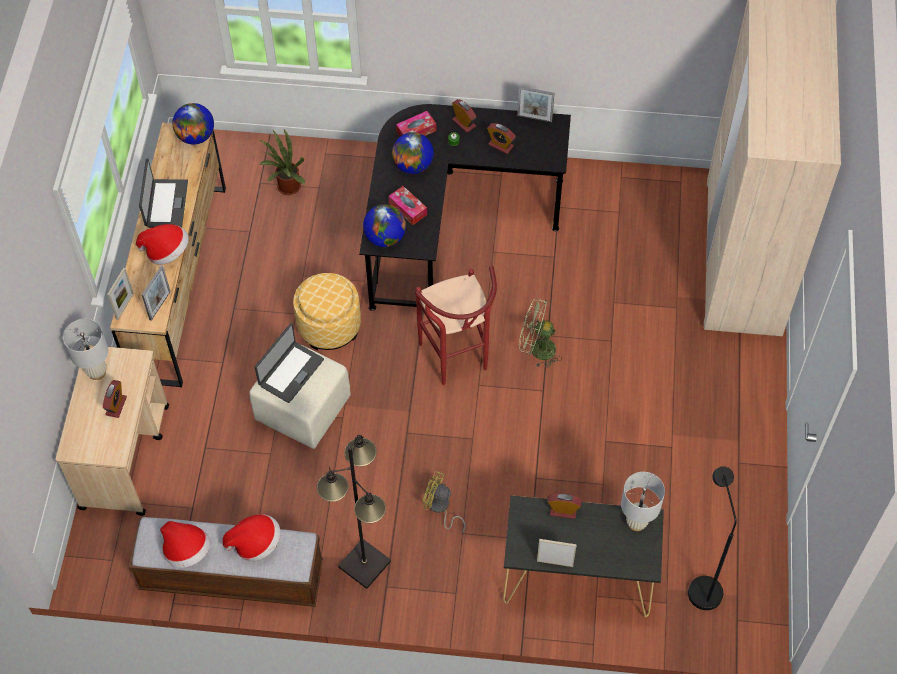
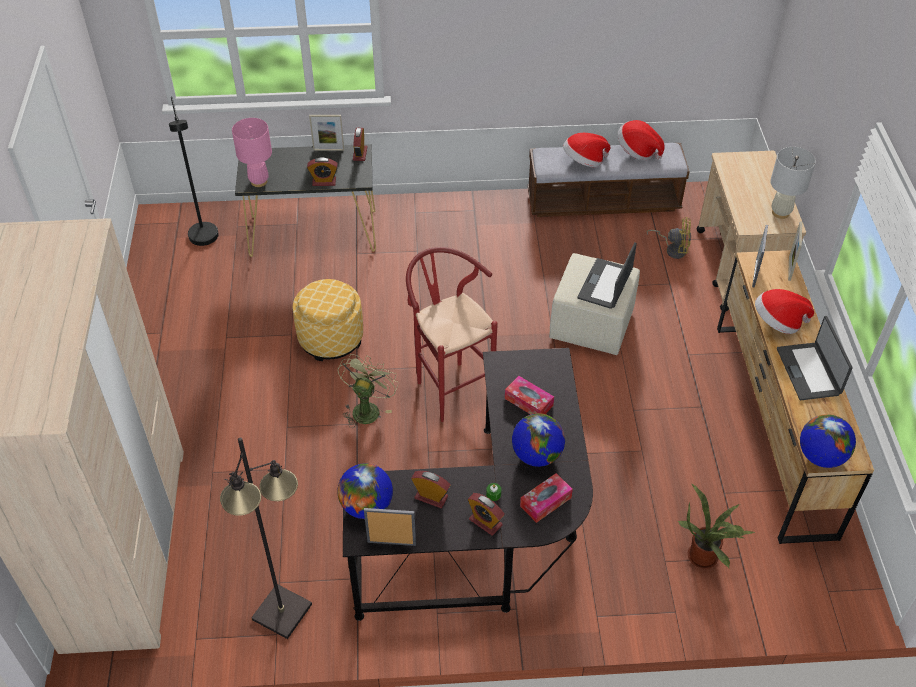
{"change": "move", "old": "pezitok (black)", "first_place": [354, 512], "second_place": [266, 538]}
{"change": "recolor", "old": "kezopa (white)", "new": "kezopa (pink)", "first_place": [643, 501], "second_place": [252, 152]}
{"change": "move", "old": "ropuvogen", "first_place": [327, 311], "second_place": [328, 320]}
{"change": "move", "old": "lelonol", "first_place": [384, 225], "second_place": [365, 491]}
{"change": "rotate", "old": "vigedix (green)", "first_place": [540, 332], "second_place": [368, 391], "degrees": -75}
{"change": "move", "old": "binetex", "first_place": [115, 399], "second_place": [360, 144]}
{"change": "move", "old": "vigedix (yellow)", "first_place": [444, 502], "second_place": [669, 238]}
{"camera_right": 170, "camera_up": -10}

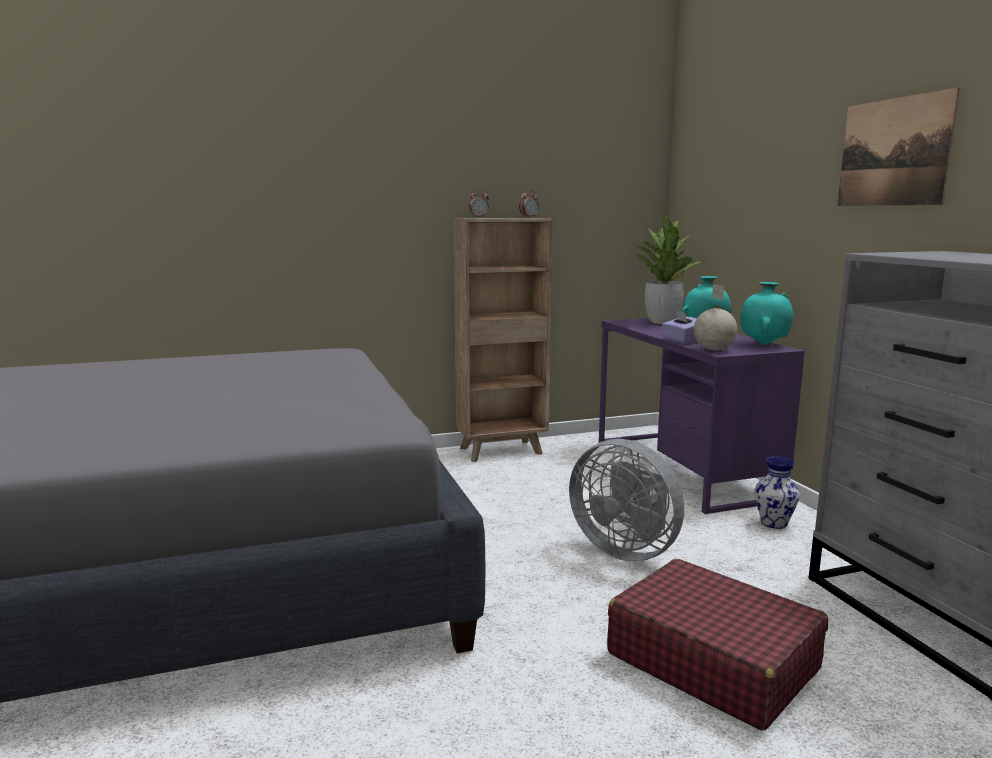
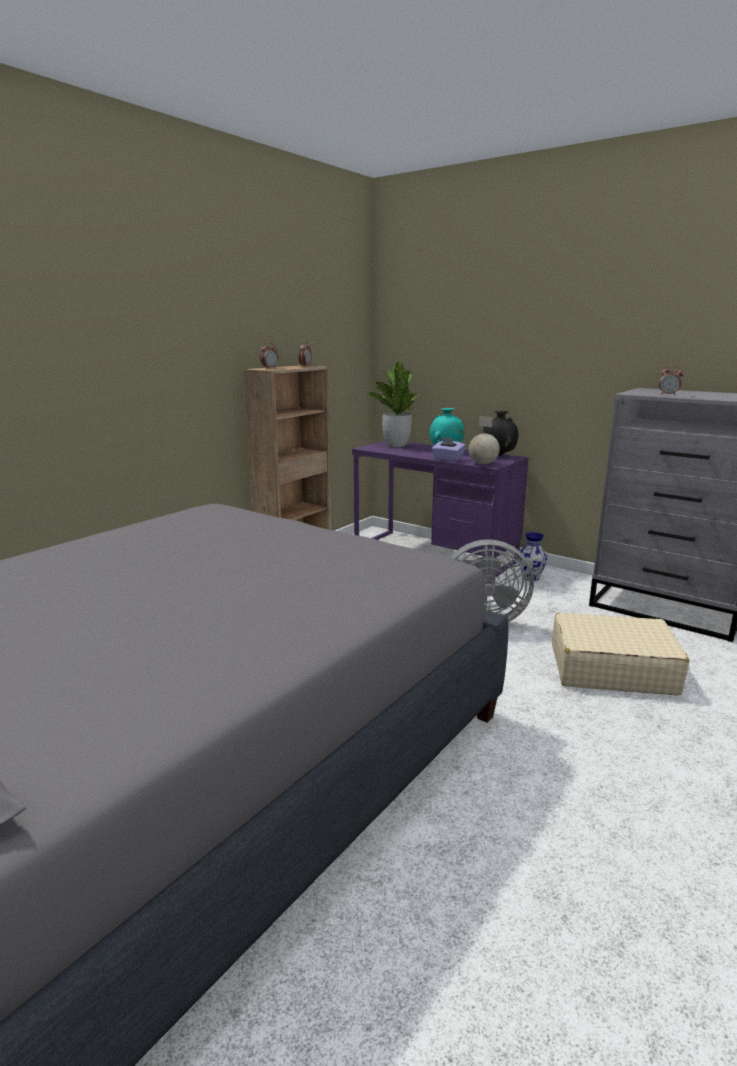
{"change": "recolor", "old": "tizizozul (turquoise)", "new": "tizizozul (black)", "first_place": [766, 313], "second_place": [500, 433]}
{"change": "recolor", "old": "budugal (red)", "new": "budugal (beige)", "first_place": [717, 644], "second_place": [620, 654]}
{"change": "insert", "new": "binetex", "second_place": [671, 381]}
{"change": "delete", "old": "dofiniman", "first_place": [899, 146]}
{"camera_right": -35, "camera_up": 5}

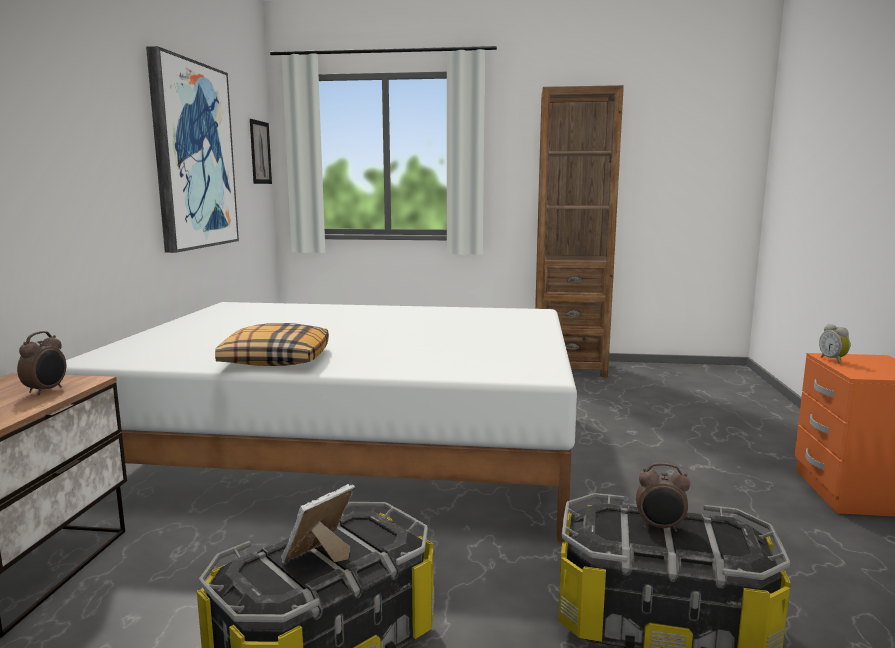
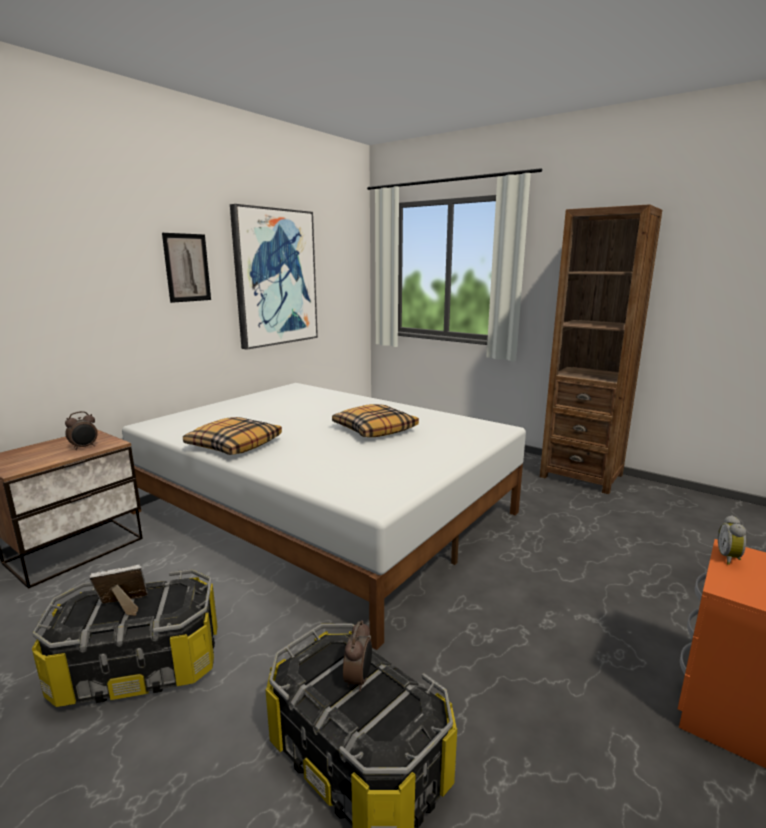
{"change": "move", "old": "dofiniman", "first_place": [261, 151], "second_place": [186, 268]}
{"change": "insert", "new": "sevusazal", "second_place": [375, 420]}
{"change": "rotate", "old": "binetex", "first_place": [663, 497], "second_place": [357, 655], "degrees": -120}
{"camera_right": 30, "camera_up": 5}

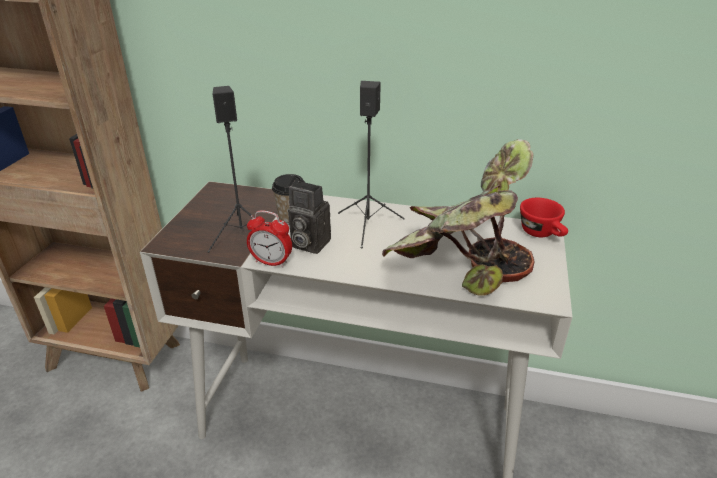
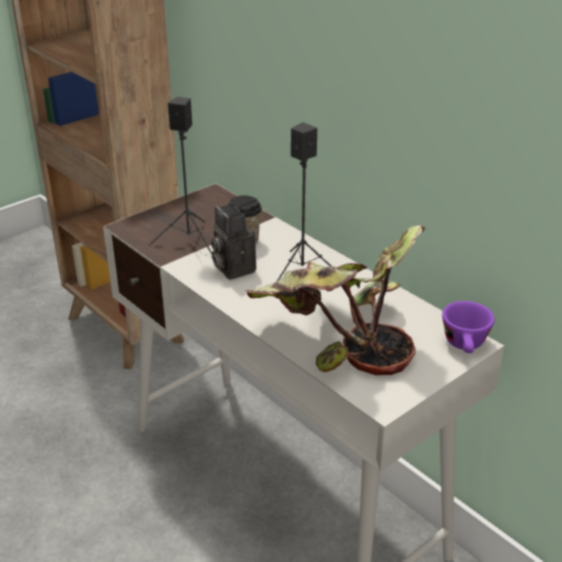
{"change": "recolor", "old": "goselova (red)", "new": "goselova (purple)", "first_place": [544, 217], "second_place": [468, 327]}
{"change": "delete", "old": "binetex", "first_place": [269, 239]}
{"camera_right": 35, "camera_up": 0}

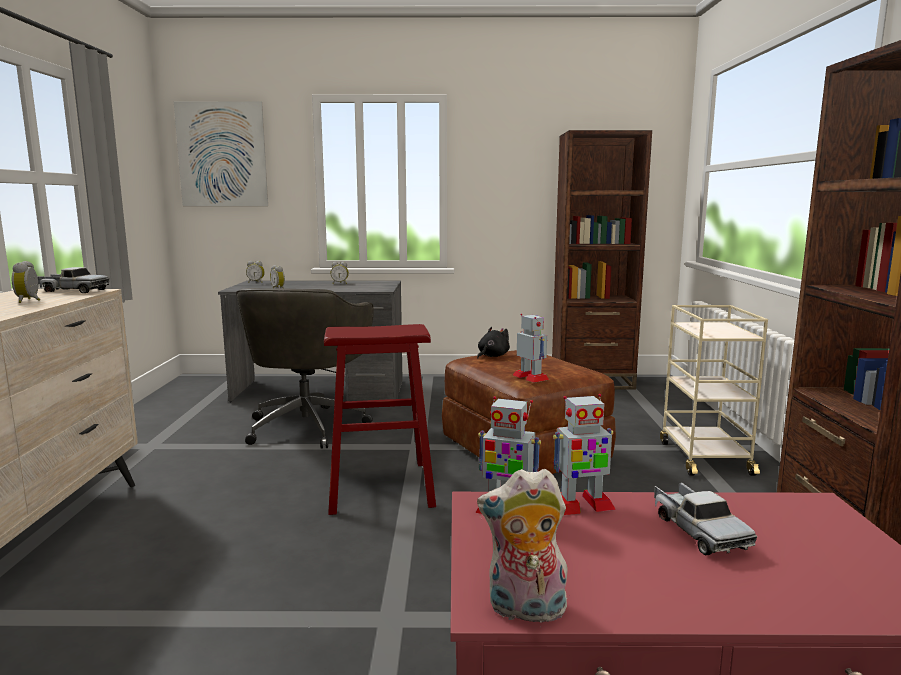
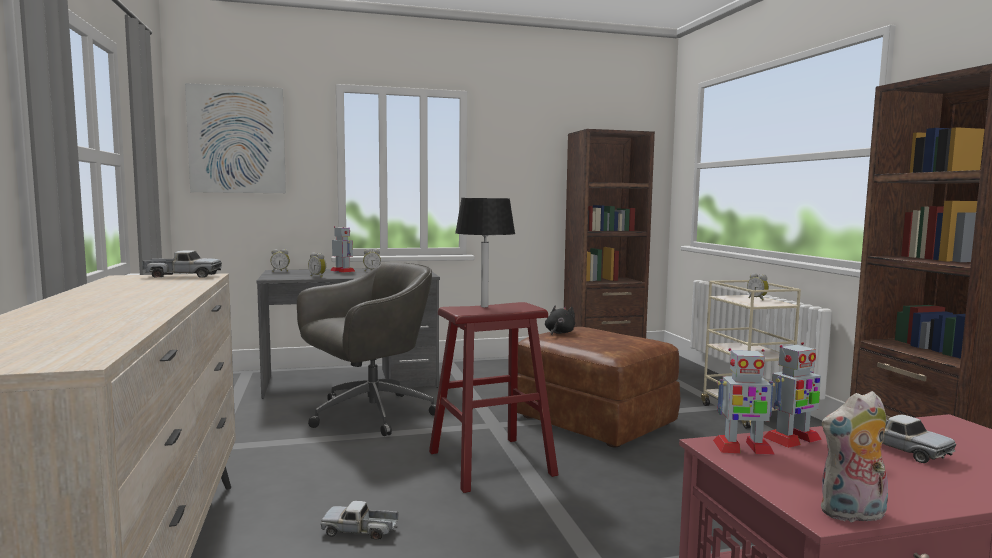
{"change": "rotate", "old": "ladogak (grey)", "first_place": [305, 368], "second_place": [366, 349], "degrees": -120}
{"change": "insert", "new": "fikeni", "second_place": [359, 520]}
{"change": "move", "old": "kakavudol", "first_place": [531, 348], "second_place": [342, 249]}
{"change": "insert", "new": "kezopa (black)", "second_place": [485, 252]}
{"change": "move", "old": "binetex", "first_place": [25, 282], "second_place": [758, 287]}
{"camera_right": -15, "camera_up": -5}

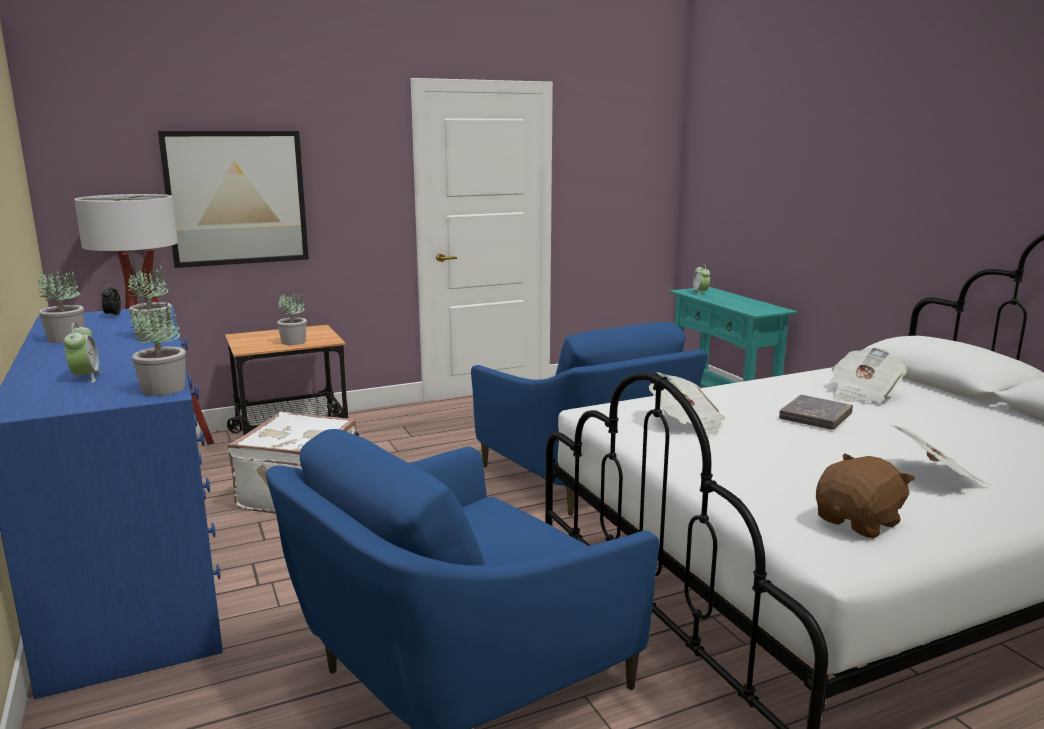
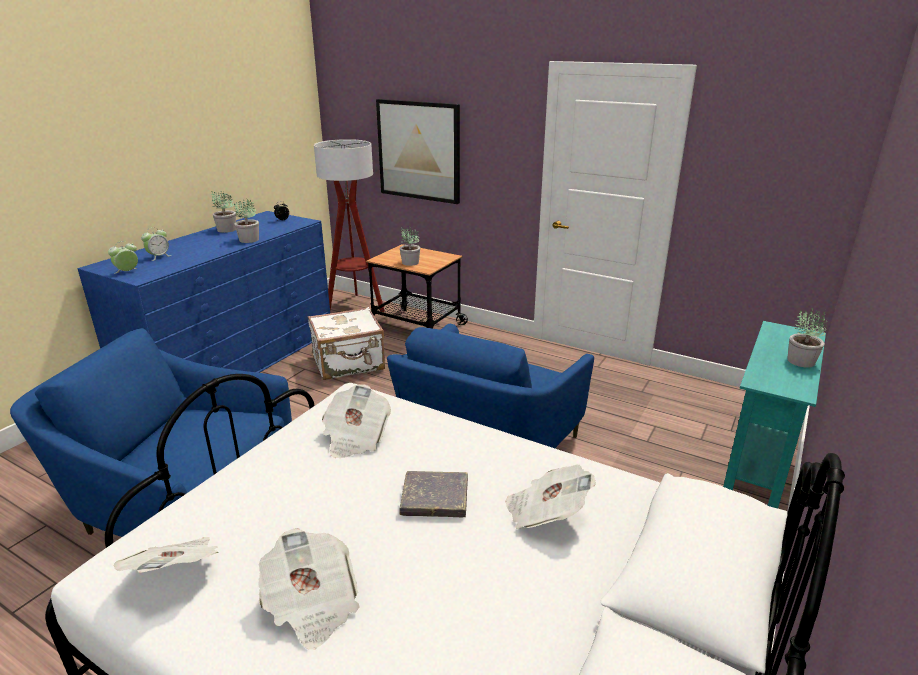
{"change": "move", "old": "binetex", "first_place": [701, 279], "second_place": [123, 257]}
{"change": "replace", "old": "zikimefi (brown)", "new": "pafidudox", "first_place": [865, 496], "second_place": [166, 555]}
{"change": "move", "old": "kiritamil", "first_place": [158, 348], "second_place": [807, 338]}
{"camera_right": 55, "camera_up": 10}

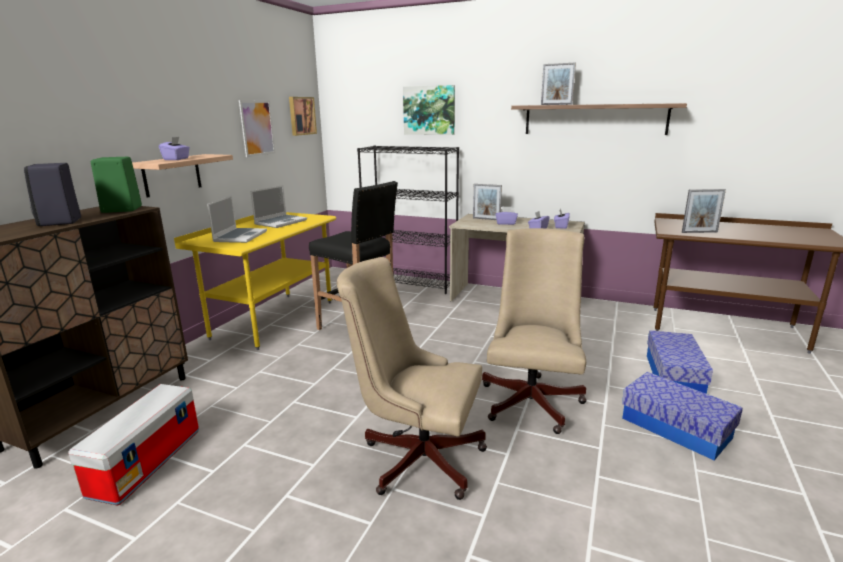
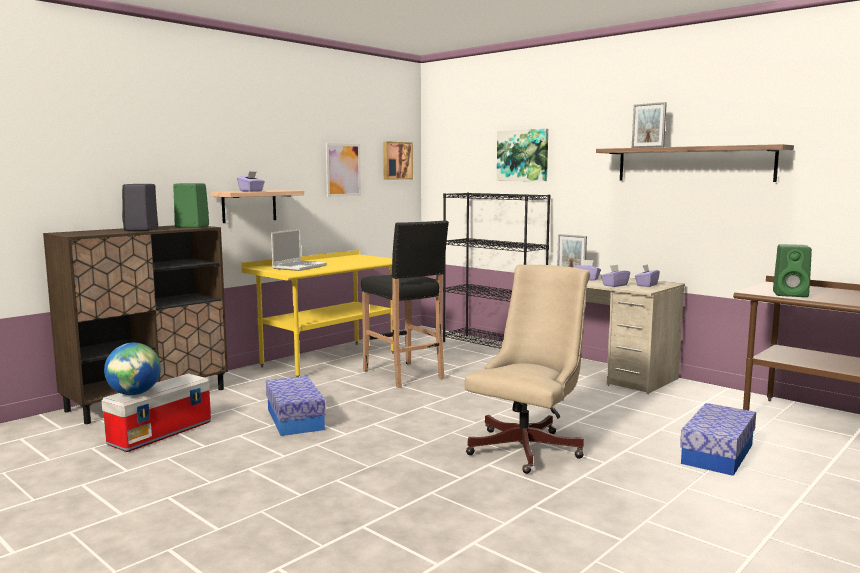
{"change": "insert", "new": "lelonol", "second_place": [132, 369]}
{"change": "move", "old": "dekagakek", "first_place": [682, 416], "second_place": [296, 406]}
{"change": "replace", "old": "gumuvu", "new": "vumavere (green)", "first_place": [704, 211], "second_place": [792, 270]}
{"change": "delete", "old": "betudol", "first_place": [278, 206]}
{"change": "delete", "old": "ladogak (beige)", "first_place": [411, 378]}
{"camera_right": 20, "camera_up": -10}

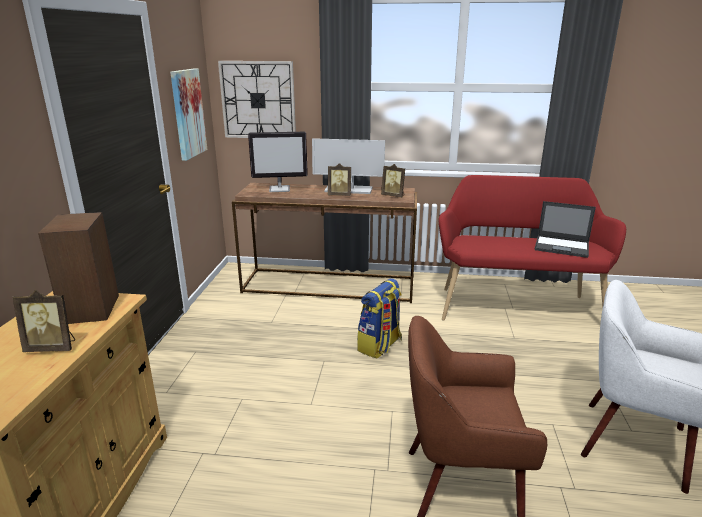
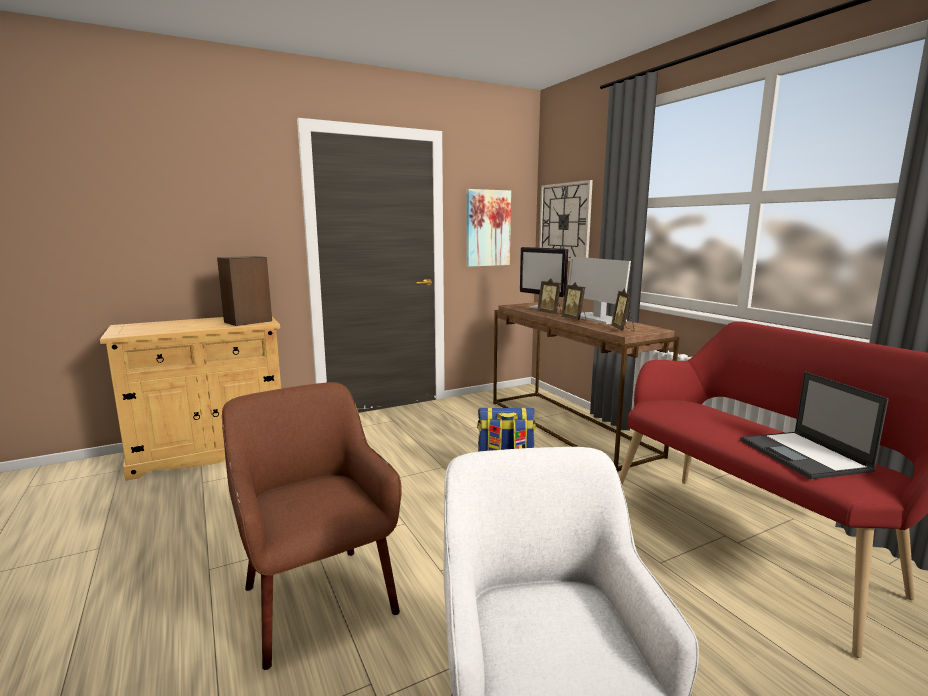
{"change": "move", "old": "gumuvu", "first_place": [44, 321], "second_place": [549, 296]}
{"camera_right": 55, "camera_up": -10}

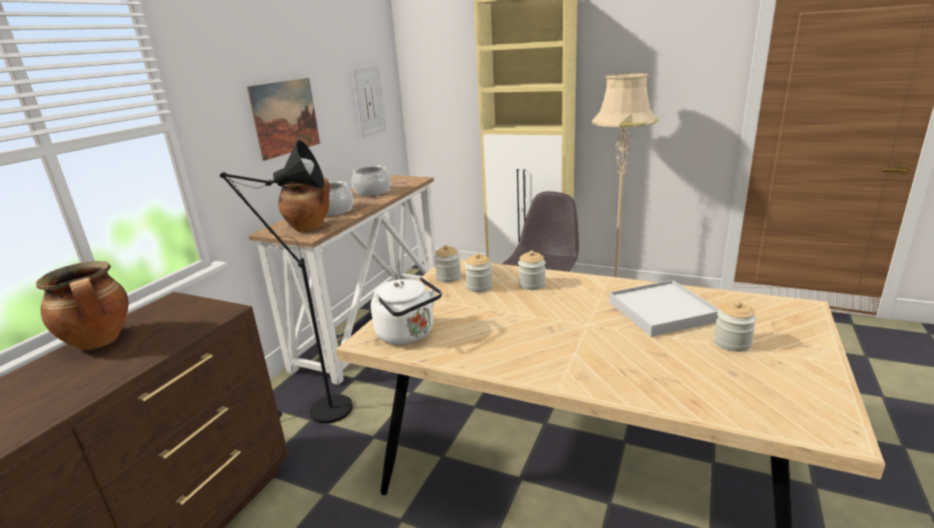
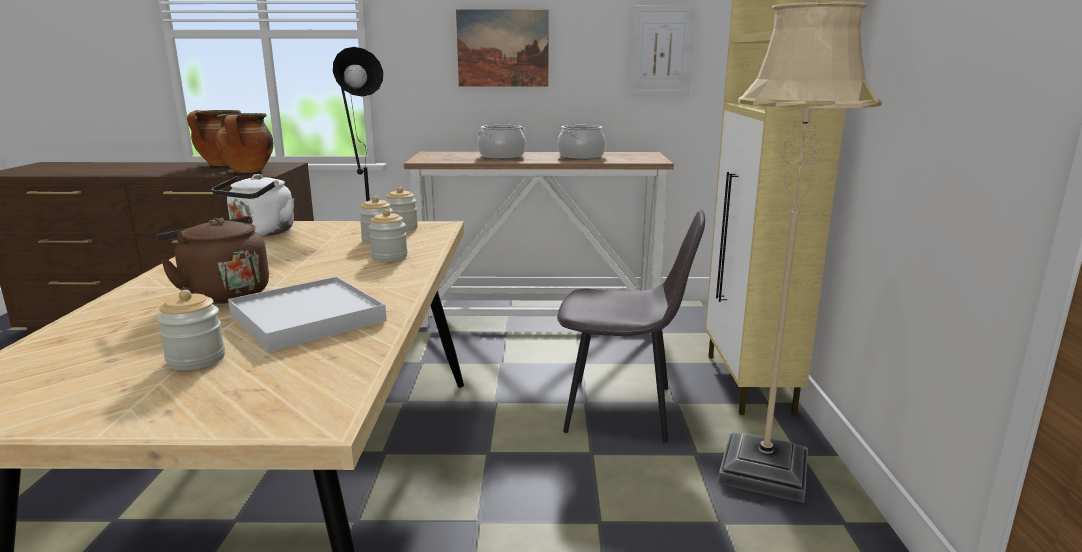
{"change": "insert", "new": "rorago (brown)", "second_place": [213, 260]}
{"change": "move", "old": "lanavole", "first_place": [304, 204], "second_place": [245, 143]}
{"camera_right": 65, "camera_up": -5}

